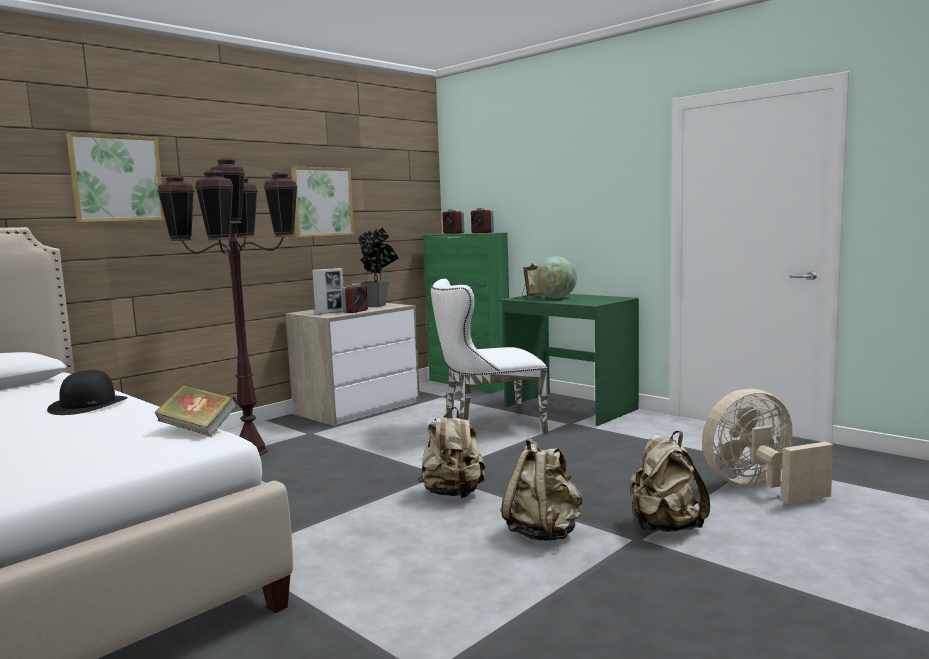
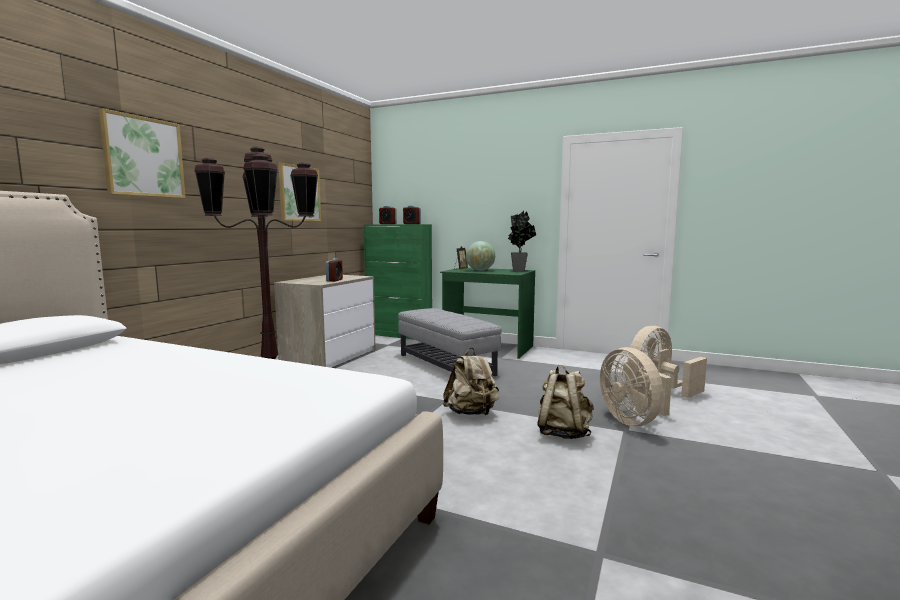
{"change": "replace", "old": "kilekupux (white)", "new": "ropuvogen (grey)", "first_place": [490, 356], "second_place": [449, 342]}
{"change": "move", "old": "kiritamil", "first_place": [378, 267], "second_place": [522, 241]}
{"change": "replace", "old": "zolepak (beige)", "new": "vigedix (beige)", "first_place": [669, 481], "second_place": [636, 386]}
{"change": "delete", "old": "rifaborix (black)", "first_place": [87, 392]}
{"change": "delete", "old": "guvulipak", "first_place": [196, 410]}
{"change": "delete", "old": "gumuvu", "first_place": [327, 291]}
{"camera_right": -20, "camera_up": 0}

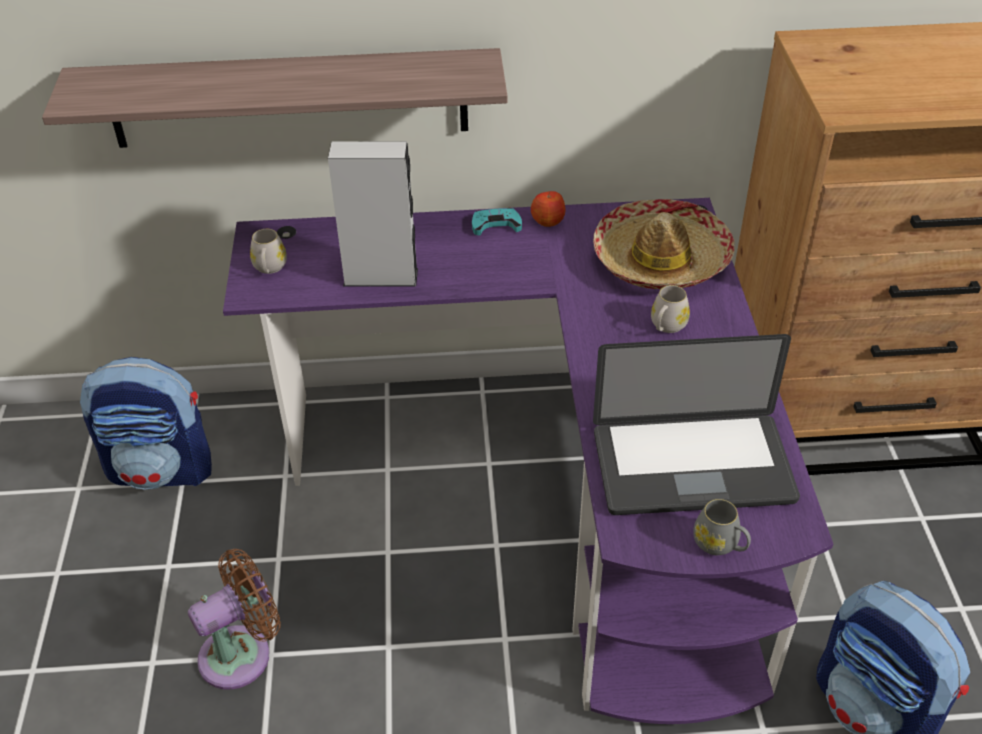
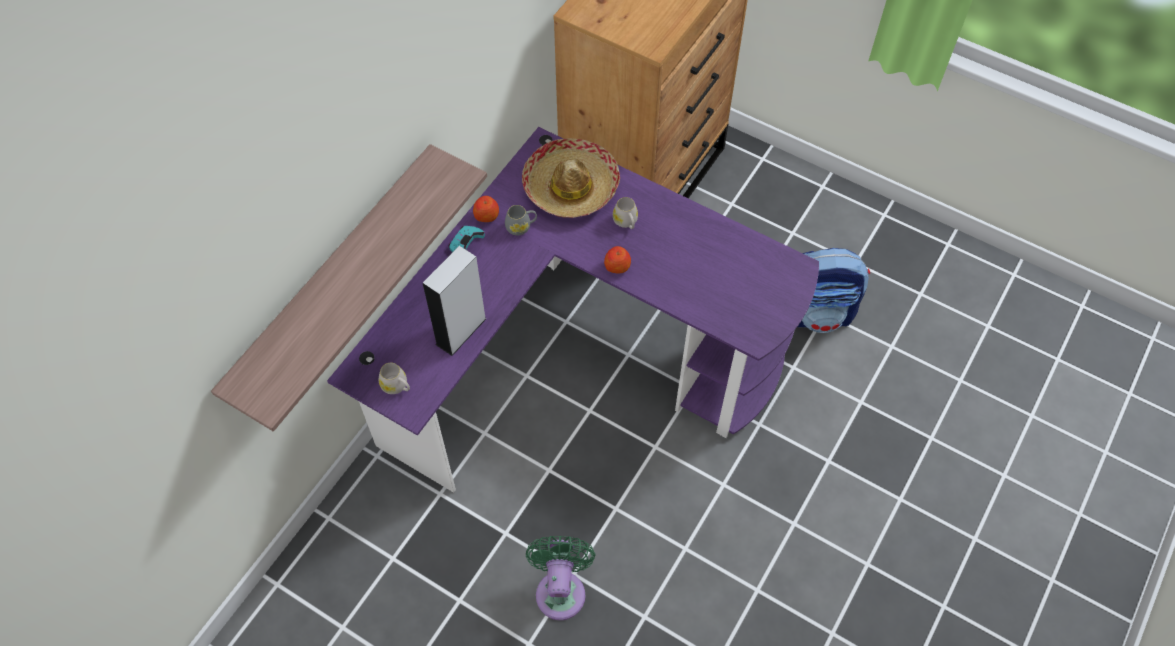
{"change": "move", "old": "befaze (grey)", "first_place": [722, 527], "second_place": [521, 220]}
{"change": "recolor", "old": "vigedix (brown)", "new": "vigedix (green)", "first_place": [234, 619], "second_place": [560, 578]}
{"change": "insert", "new": "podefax", "second_place": [617, 259]}
{"change": "delete", "old": "zolepak", "first_place": [146, 423]}
{"change": "delete", "old": "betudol", "first_place": [696, 424]}
{"camera_right": -55, "camera_up": 15}

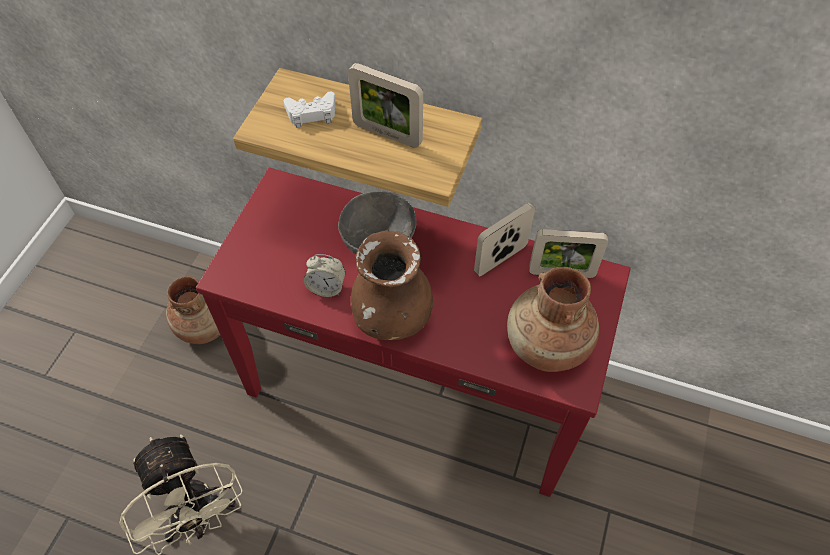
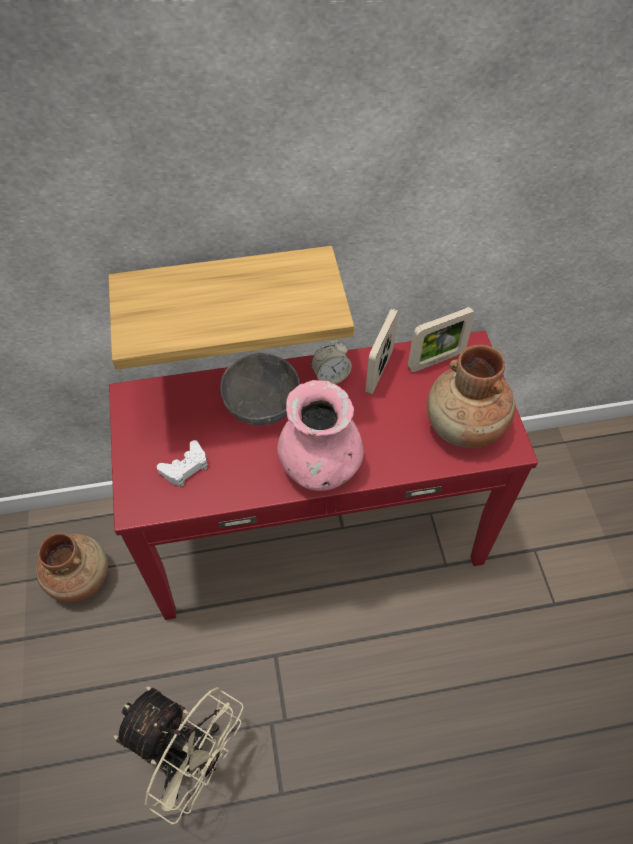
{"change": "move", "old": "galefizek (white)", "first_place": [309, 110], "second_place": [182, 463]}
{"change": "recolor", "old": "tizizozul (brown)", "new": "tizizozul (pink)", "first_place": [391, 285], "second_place": [320, 435]}
{"change": "move", "old": "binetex", "first_place": [324, 275], "second_place": [331, 362]}
{"change": "delete", "old": "gumuvu", "first_place": [385, 105]}
{"camera_right": -30, "camera_up": 0}

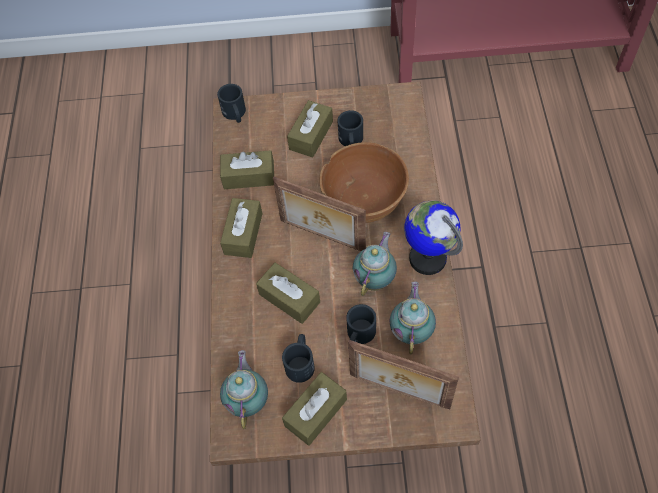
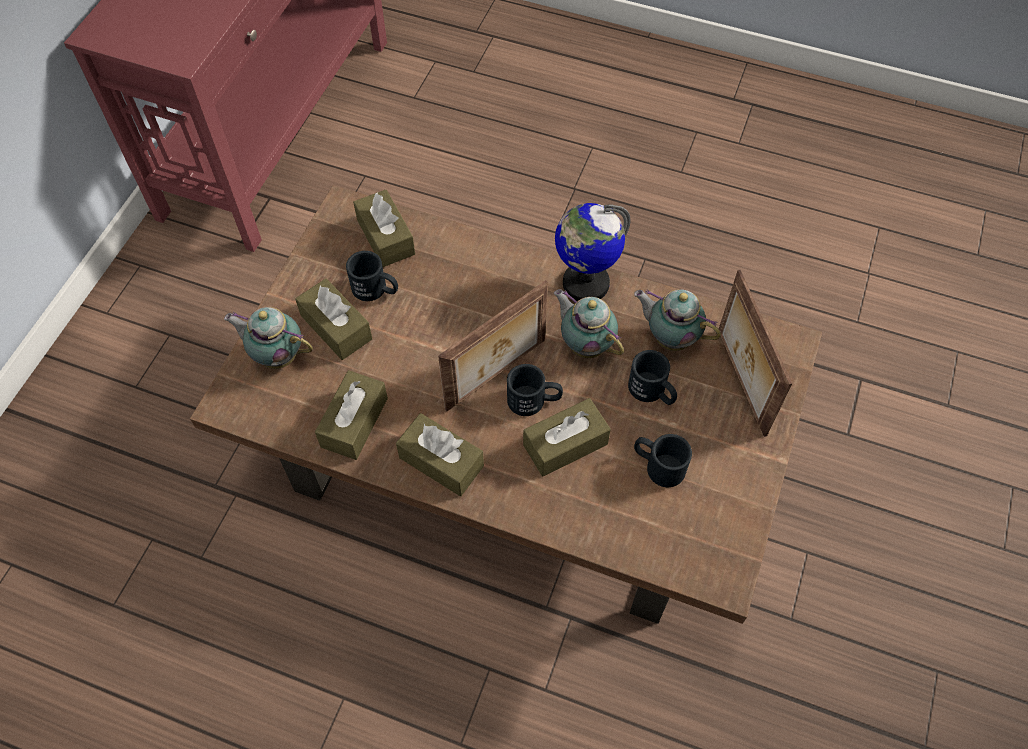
{"change": "move", "old": "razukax", "first_place": [244, 389], "second_place": [268, 338]}
{"change": "move", "old": "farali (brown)", "first_place": [314, 409], "second_place": [384, 228]}
{"change": "move", "old": "befaze (black)", "first_place": [231, 103], "second_place": [535, 390]}
{"change": "rotate", "old": "gumuvu", "first_place": [403, 374], "second_place": [755, 353], "degrees": 120}
{"change": "delete", "old": "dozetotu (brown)", "first_place": [364, 182]}
{"camera_right": -70, "camera_up": 0}

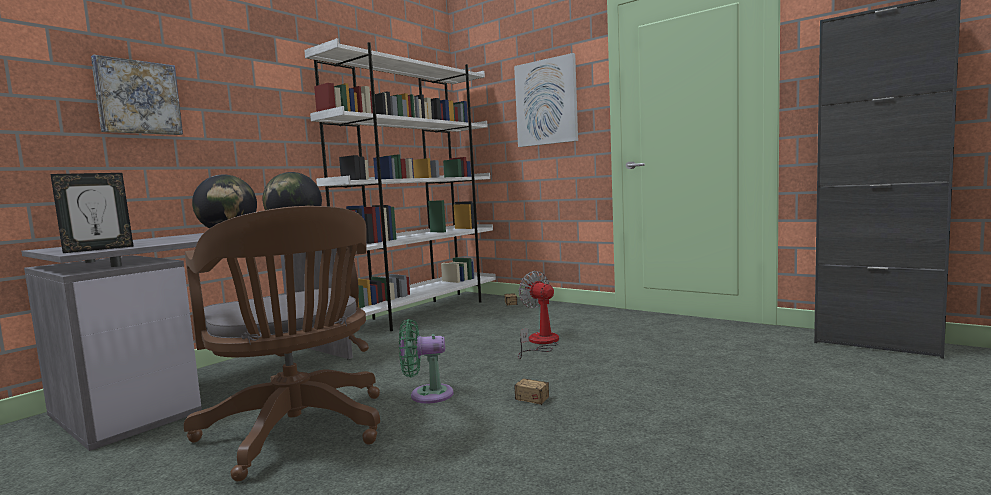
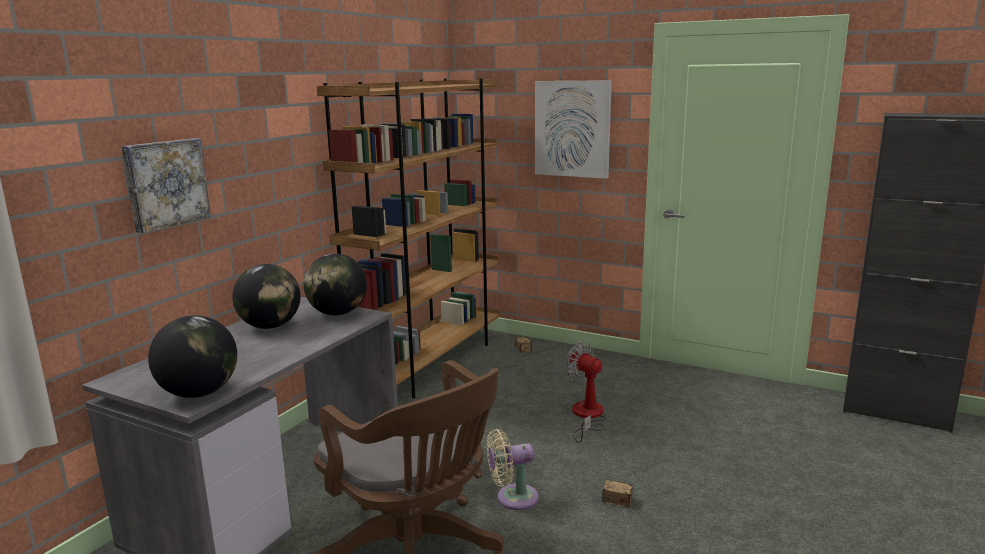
{"change": "replace", "old": "gumuvu", "new": "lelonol", "first_place": [92, 213], "second_place": [192, 356]}
{"change": "recolor", "old": "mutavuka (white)", "new": "mutavuka (brown)", "first_place": [400, 184], "second_place": [408, 239]}
{"change": "recolor", "old": "vigedix (green)", "new": "vigedix (beige)", "first_place": [426, 361], "second_place": [513, 469]}
{"camera_right": -10, "camera_up": 10}

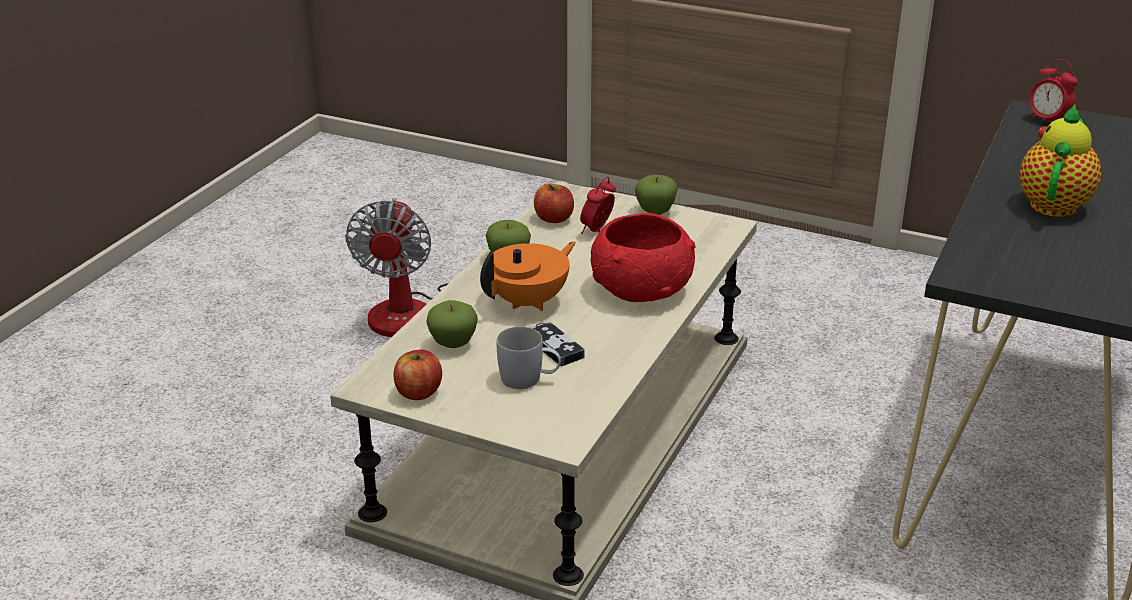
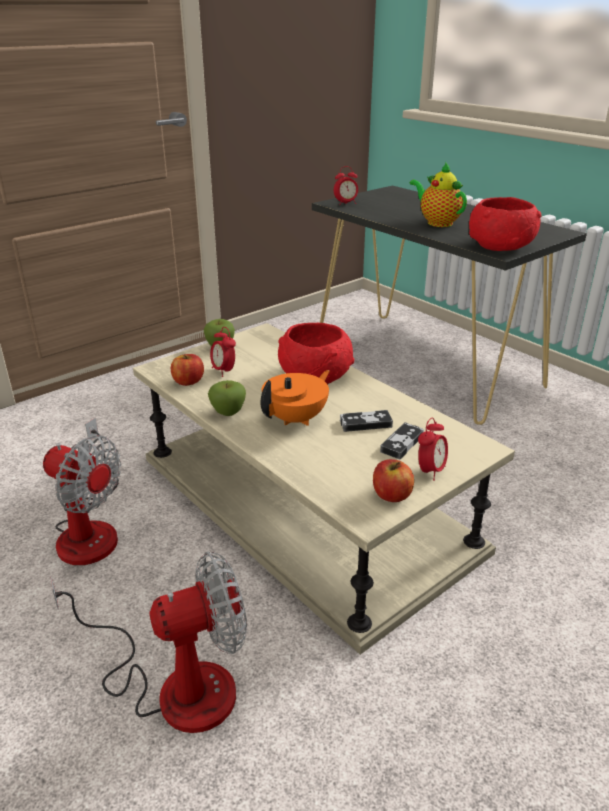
{"change": "insert", "new": "vigedix", "second_place": [149, 642]}
{"change": "rotate", "old": "razukax (orange)", "first_place": [528, 276], "second_place": [295, 398], "degrees": 60}
{"change": "replace", "old": "befaze (white)", "new": "galefizek", "first_place": [529, 357], "second_place": [402, 440]}
{"change": "insert", "new": "binetex", "second_place": [433, 449]}
{"change": "insert", "new": "dozetotu (red)", "second_place": [505, 224]}
{"change": "delete", "old": "podefax", "first_place": [452, 324]}
{"camera_right": -65, "camera_up": 0}

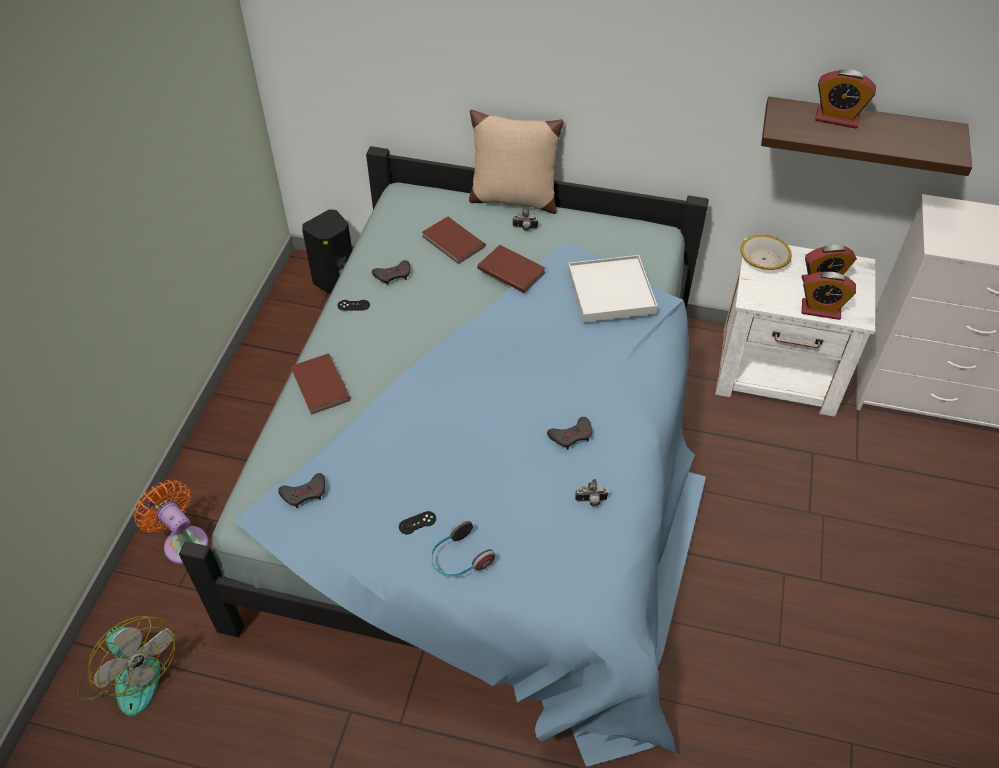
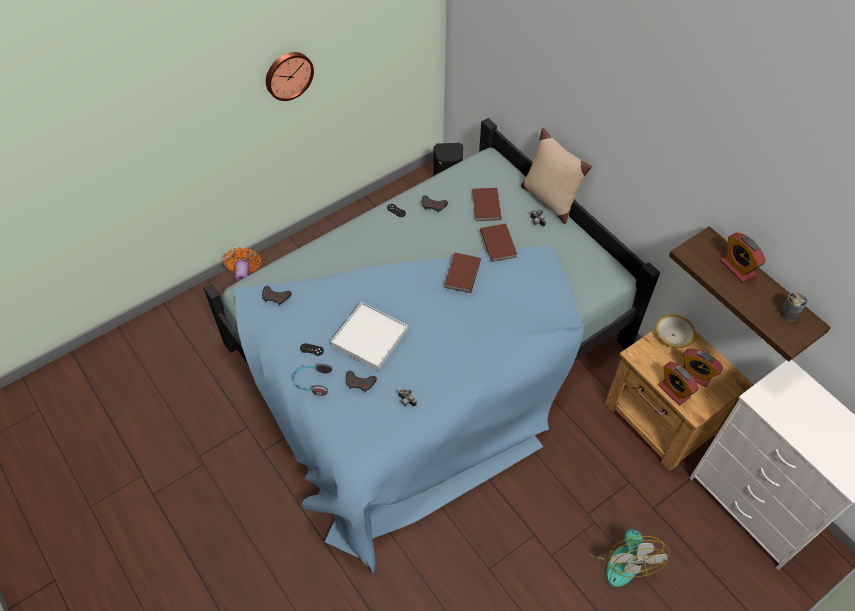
{"change": "insert", "new": "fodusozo", "second_place": [290, 76]}
{"change": "move", "old": "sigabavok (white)", "first_place": [613, 289], "second_place": [369, 336]}
{"change": "move", "old": "galefizek (grey)", "first_place": [569, 433], "second_place": [361, 381]}
{"change": "move", "old": "guvulipak (brown)", "first_place": [321, 384], "second_place": [462, 273]}
{"change": "move", "old": "vigedix", "first_place": [126, 666], "second_place": [627, 557]}
{"change": "recolor", "old": "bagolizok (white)", "new": "bagolizok (brown)", "first_place": [795, 327], "second_place": [679, 393]}
{"change": "insert", "new": "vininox", "second_place": [793, 306]}
{"camera_right": 40, "camera_up": 5}

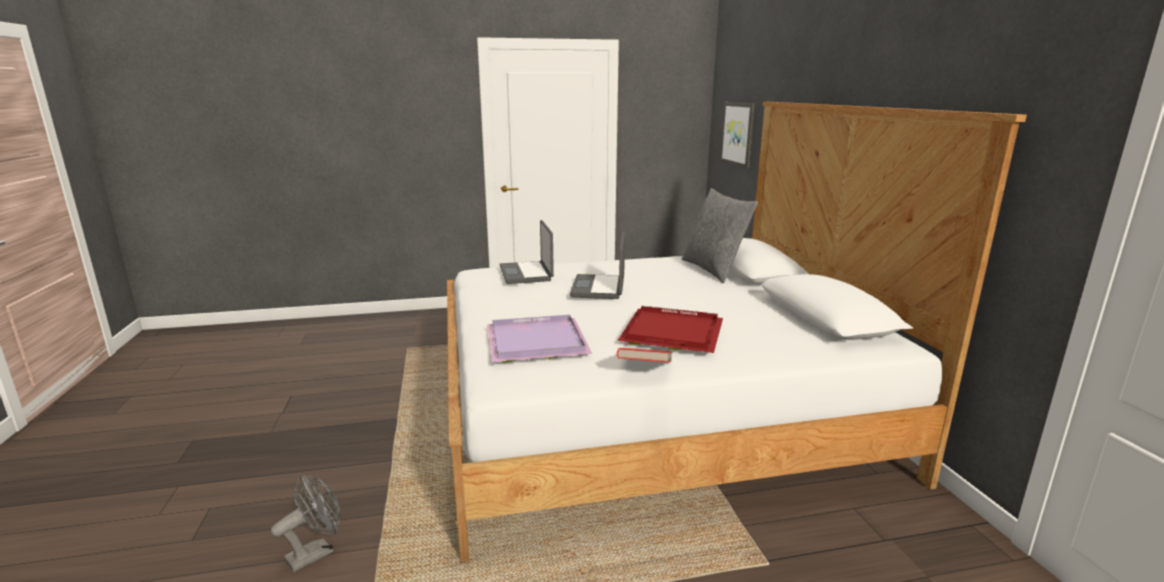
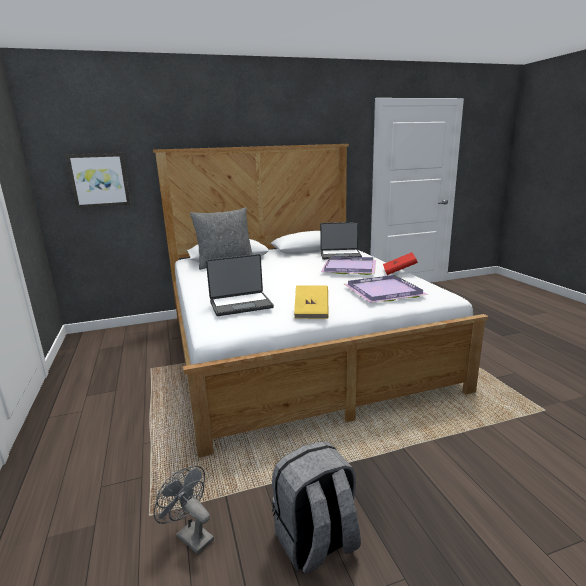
{"change": "move", "old": "vigedix (grey)", "first_place": [306, 523], "second_place": [184, 510]}
{"change": "insert", "new": "zolepak (grey)", "second_place": [316, 507]}
{"change": "insert", "new": "guvulipak (yellow)", "second_place": [311, 302]}
{"change": "move", "old": "betudol", "first_place": [597, 265], "second_place": [341, 241]}
{"change": "recolor", "old": "sigabavok (red)", "new": "sigabavok (purple)", "first_place": [670, 329], "second_place": [348, 266]}
{"camera_right": -95, "camera_up": 0}

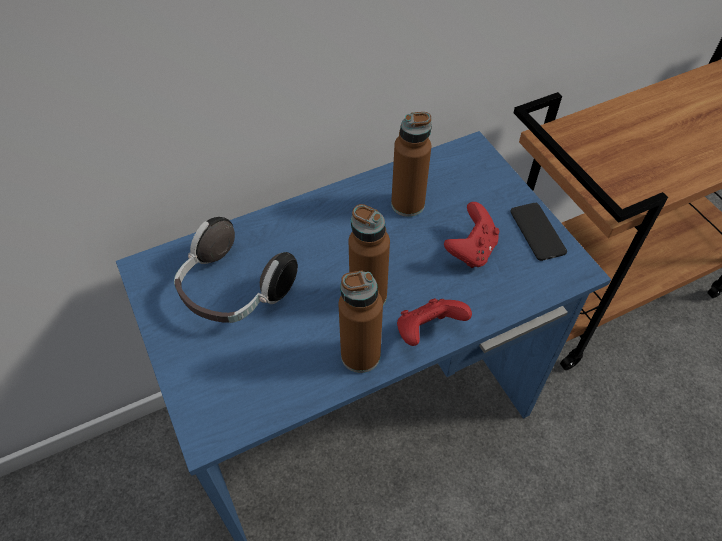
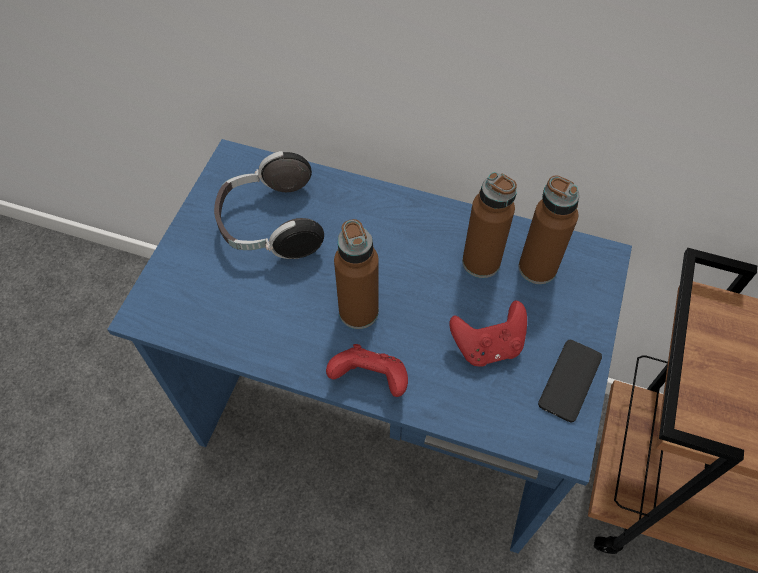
{"change": "move", "old": "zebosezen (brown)", "first_place": [360, 321], "second_place": [549, 229]}
{"camera_right": 45, "camera_up": 5}

